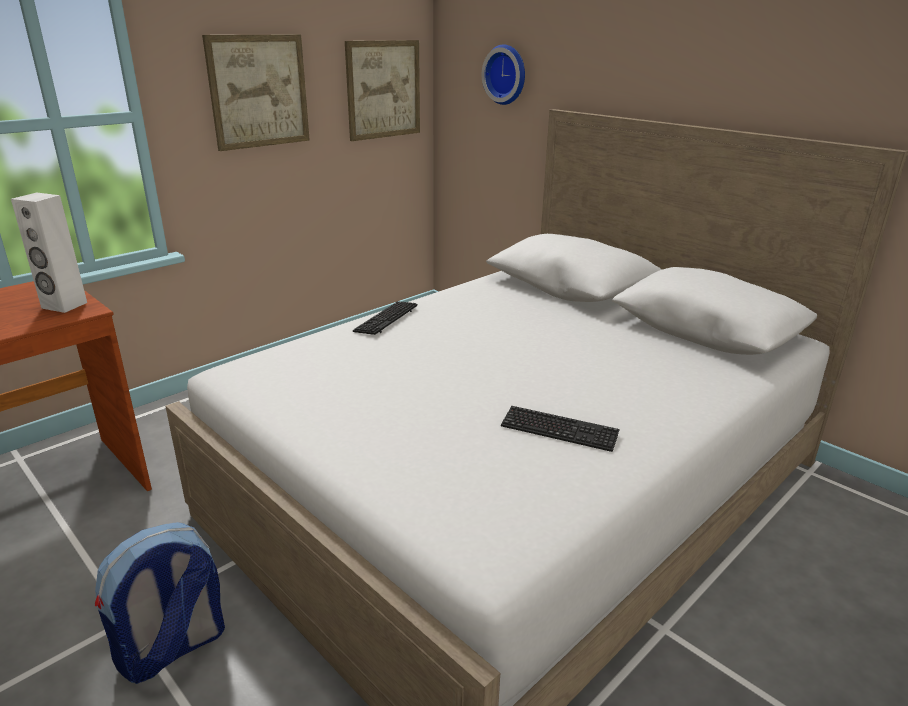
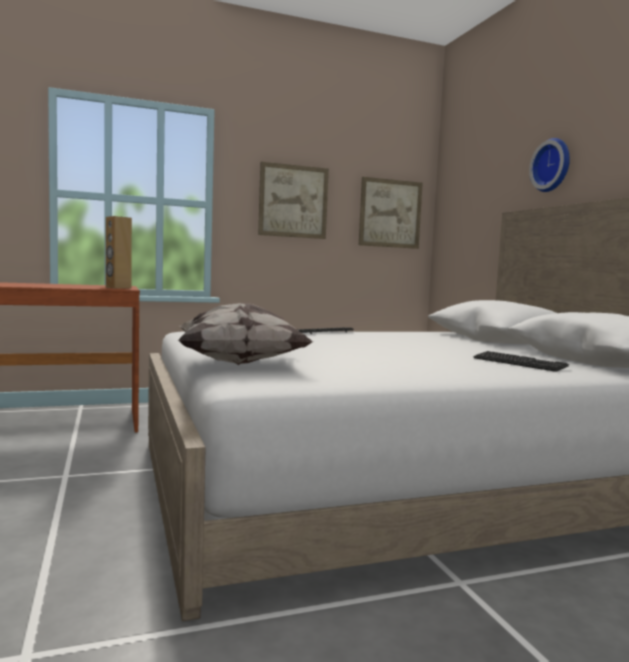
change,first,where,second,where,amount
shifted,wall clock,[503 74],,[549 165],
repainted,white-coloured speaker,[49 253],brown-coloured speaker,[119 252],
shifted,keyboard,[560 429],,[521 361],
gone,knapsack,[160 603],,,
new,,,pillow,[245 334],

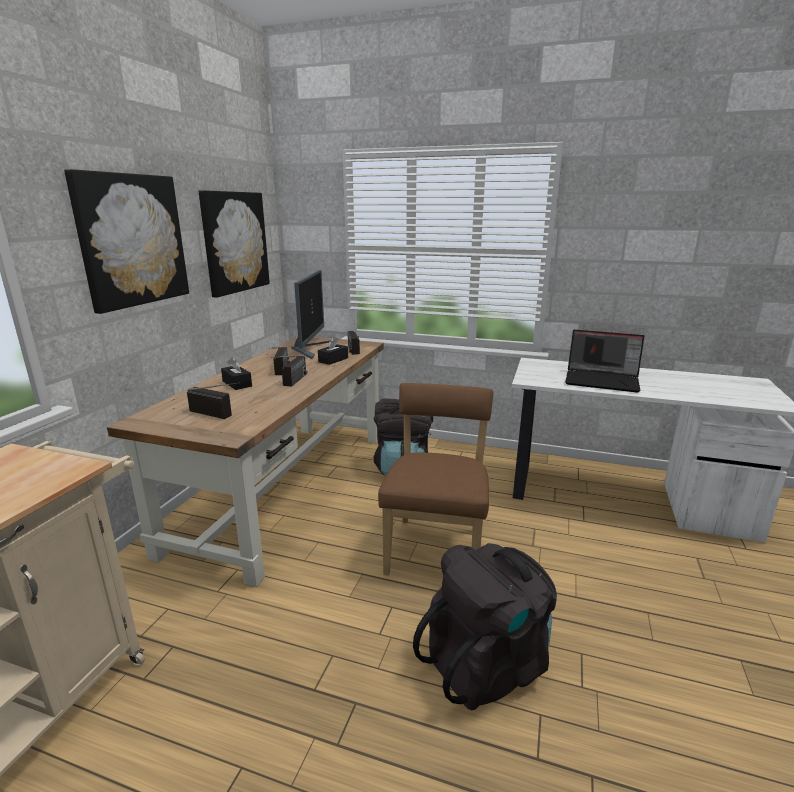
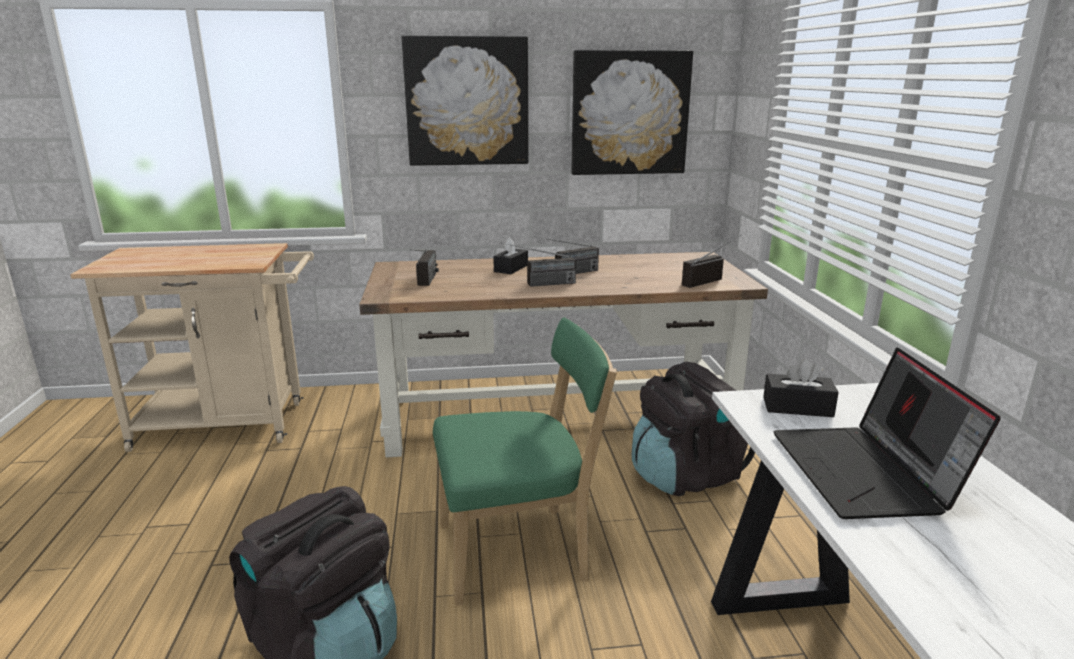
change,first,where,second,where,amount
gone,monitor,[310 314],,,
shifted,black-coloured tissue box,[333 351],,[801 388],
repainted,brown-coloured chair,[435 479],green chair,[525 462],

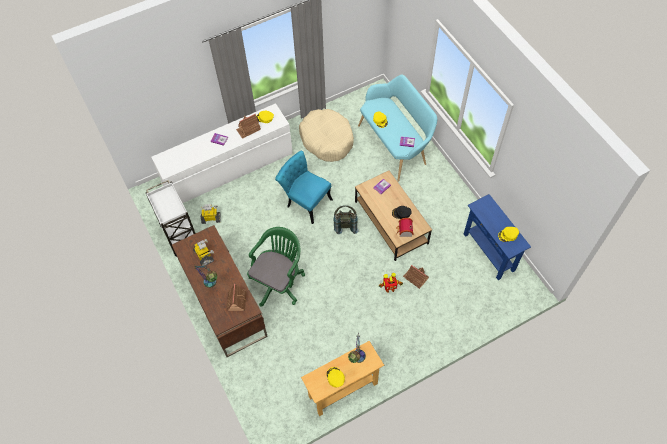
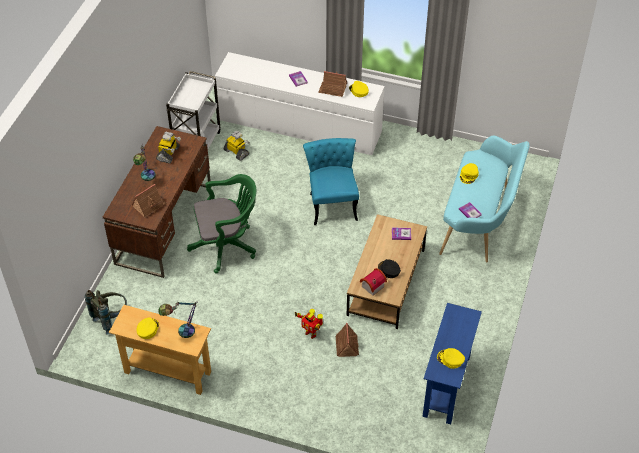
change,first,where,second,where,amount
gone,beige dog bed,[326 135],,,
shifted,greyish knapsack,[346 219],,[106 312],

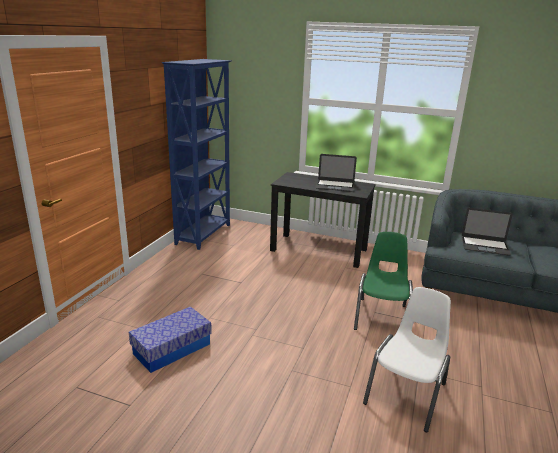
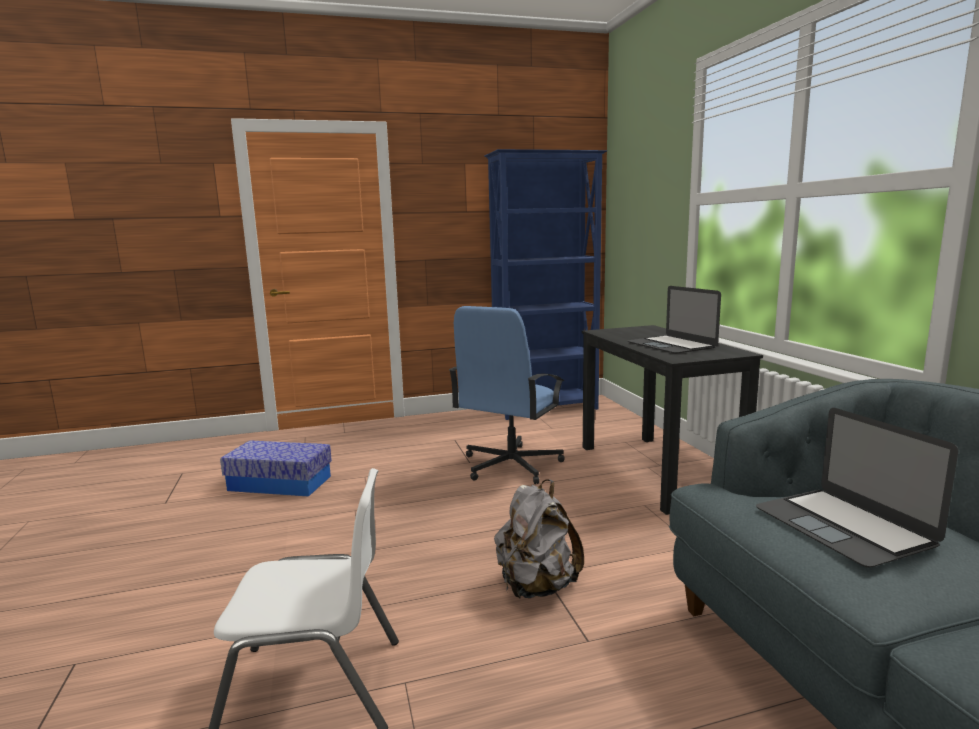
change,first,where,second,where,amount
swapped,green chair,[383 281],greyish knapsack,[539 539],
new,,,blue-coloured desk chair,[507 395],

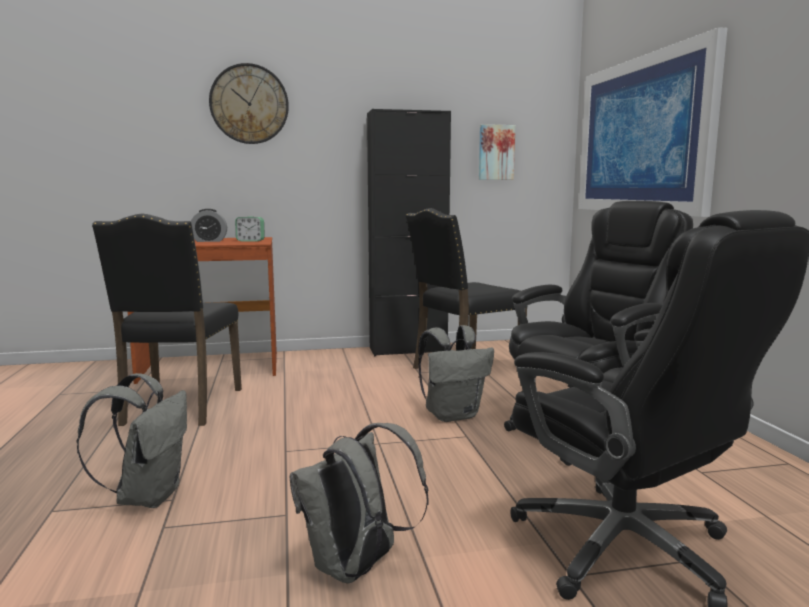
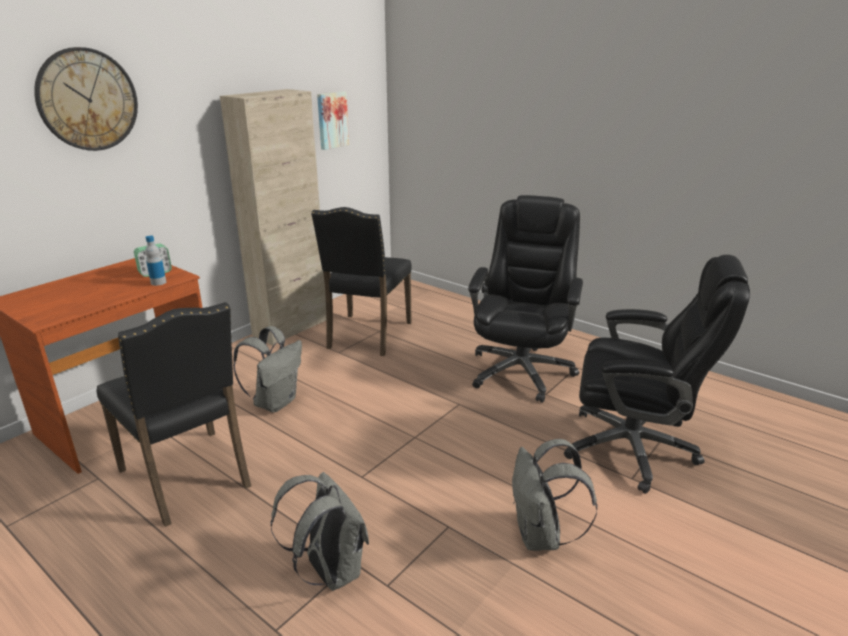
change,first,where,second,where,amount
gone,wall art,[653 122],,,
repainted,black-coloured cabinet,[409 232],beige cabinet,[273 217],
gone,bedside clock,[209 225],,,
shifted,greyish knapsack,[456 373],,[267 369],
new,,,bottle,[155 261],

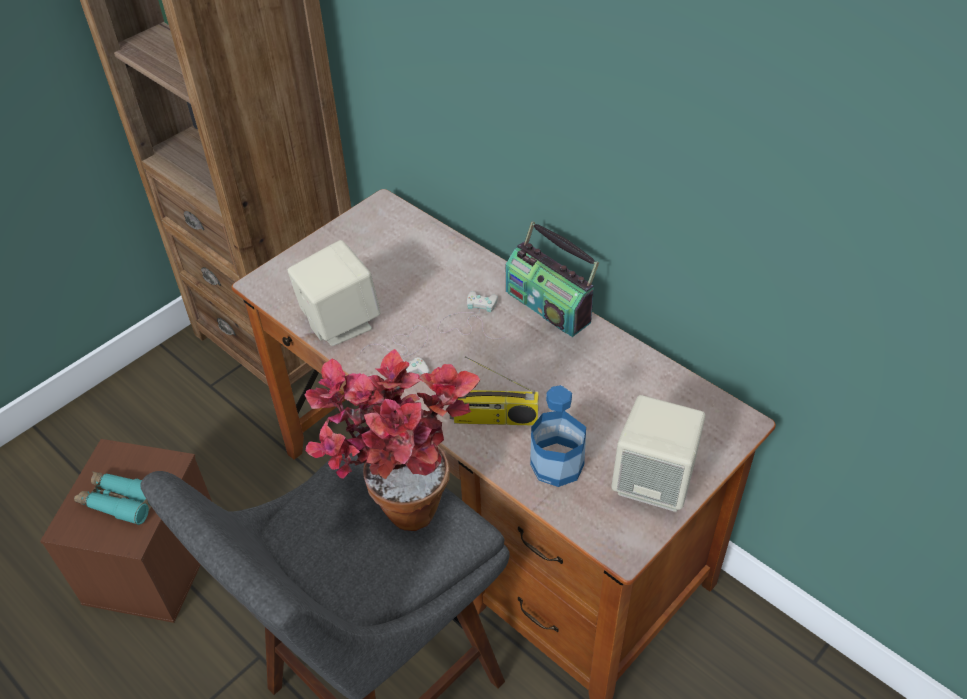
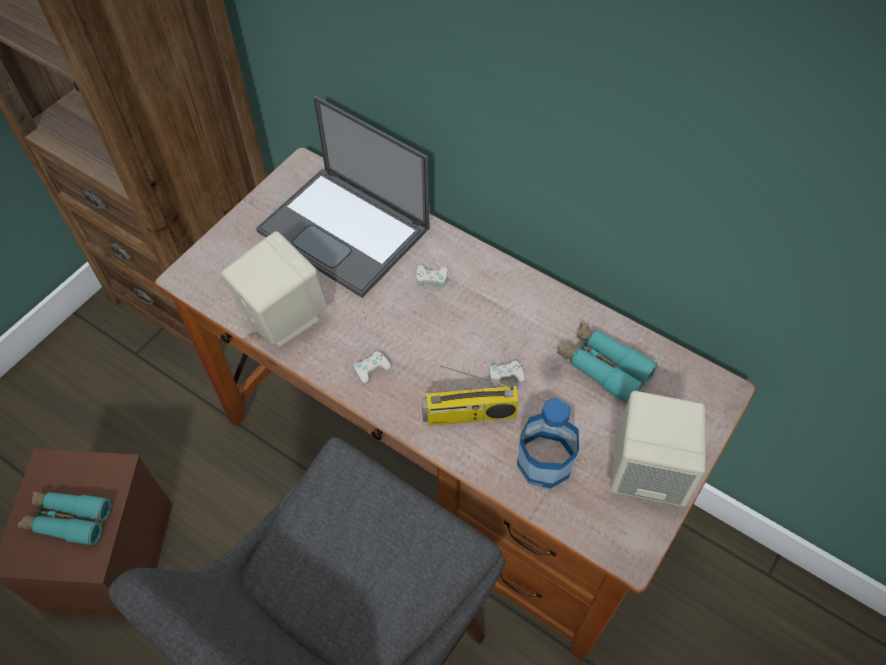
change,first,where,second,where,amount
gone,radio set,[552 279],,,
gone,houseplant,[392 440],,,
new,,,laptop,[342 196],
new,,,white-coloured game controller,[492 354],
new,,,turquoise pair of binoculars,[607 362],

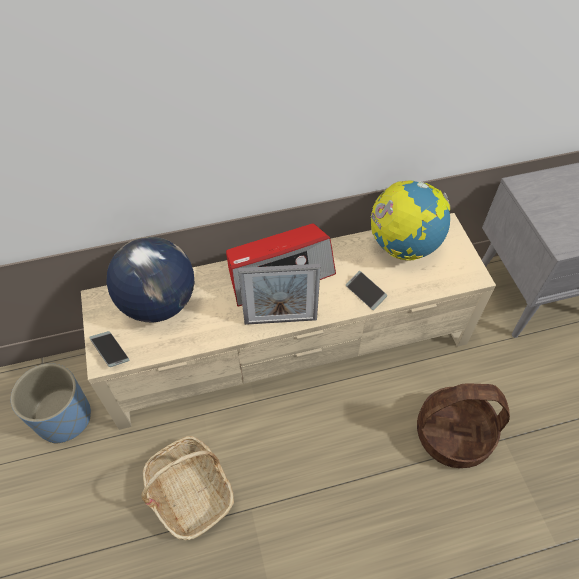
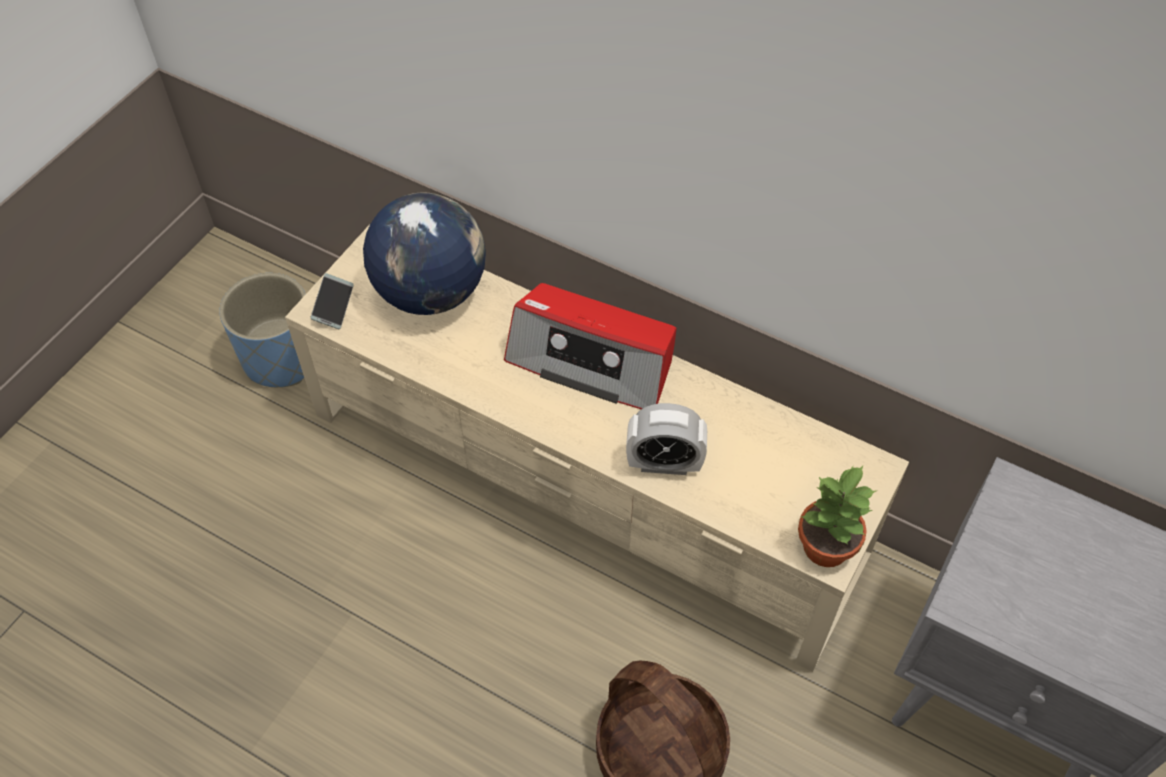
change,first,where,second,where,amount
gone,globe,[410 220],,,
gone,photo frame,[279 294],,,
swapped,handset,[366 290],bedside clock,[666 439],
gone,storage basket,[187 488],,,
new,,,houseplant,[837 516],

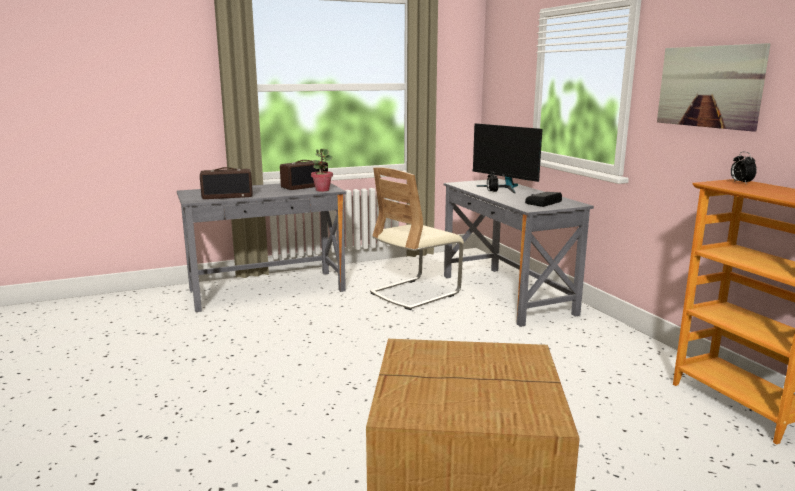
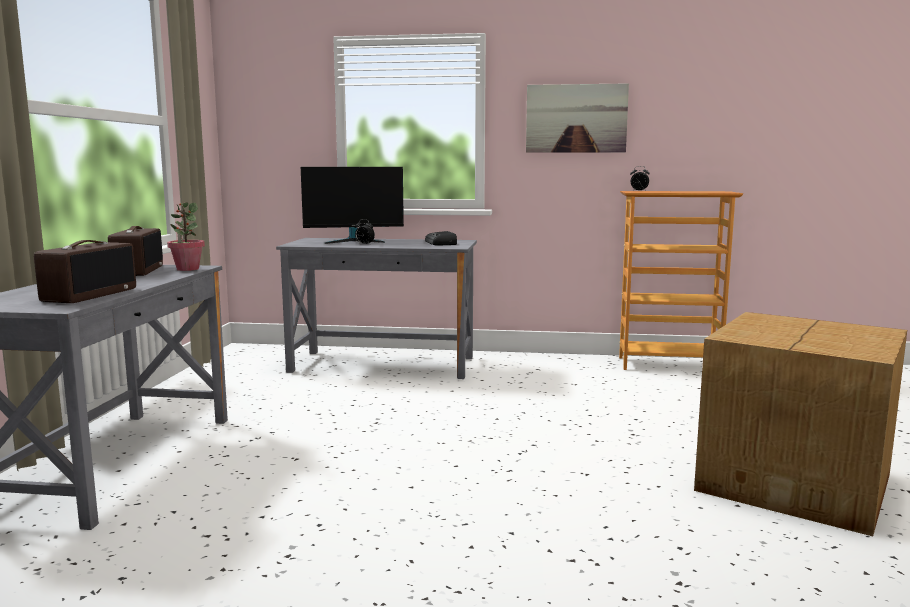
change,first,where,second,where,amount
gone,beige chair,[417 238],,,

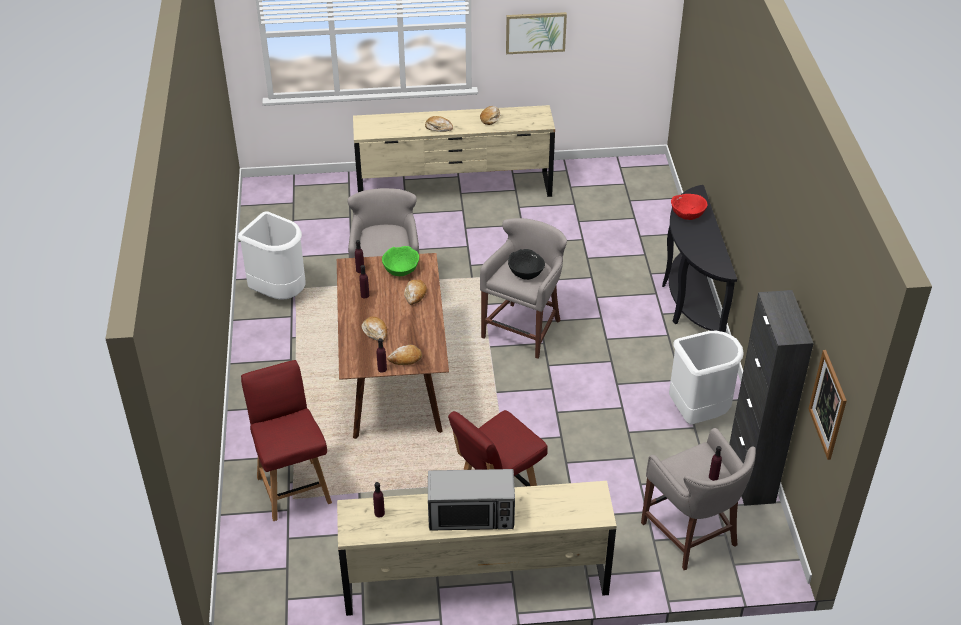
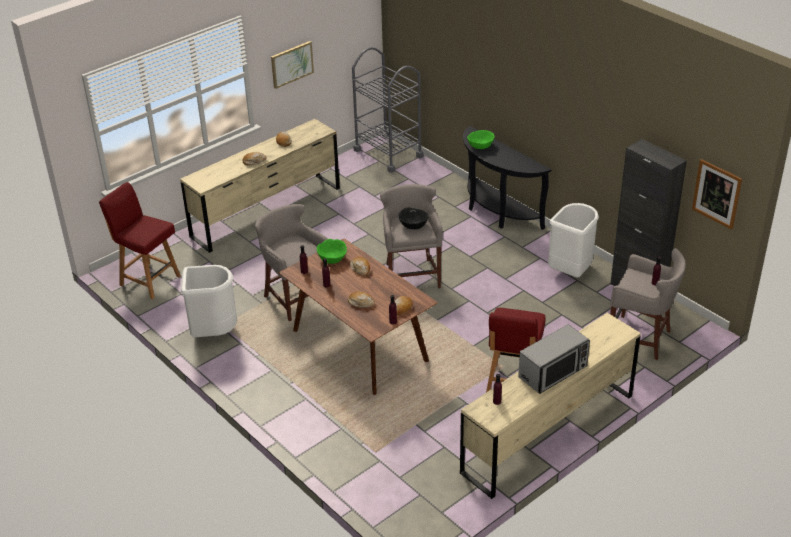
change,first,where,second,where,amount
repainted,red-coloured bowl,[689 207],green bowl,[481 139],
shifted,red-coloured chair,[286 440],,[140 240],
new,,,greyish cart,[388 110],

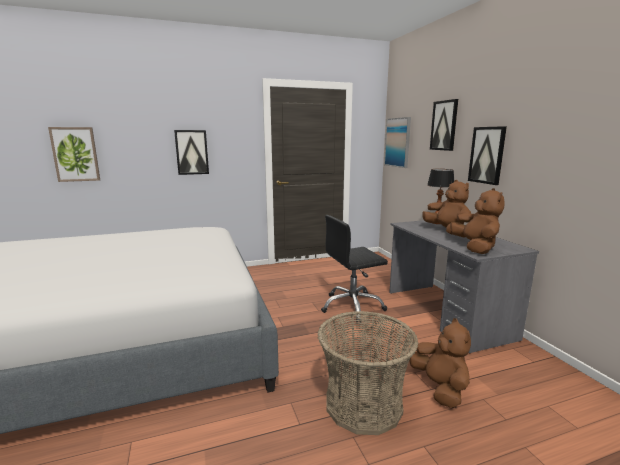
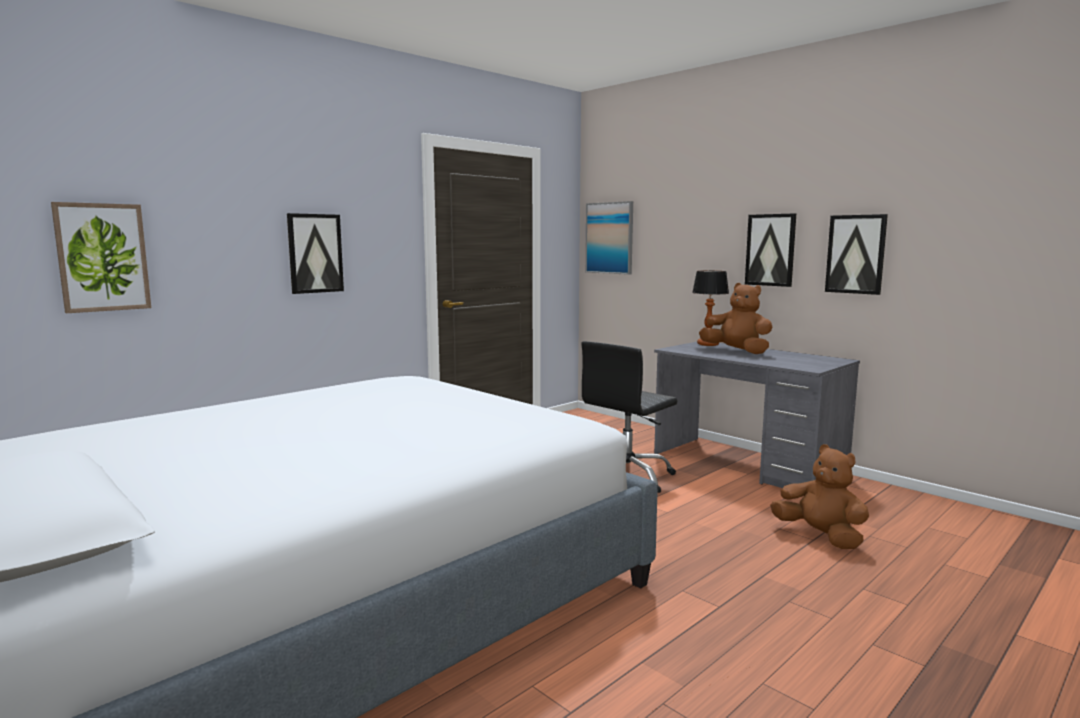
change,first,where,second,where,amount
shifted,wall art,[444 125],,[856 254],
gone,brown-coloured cuddly toy,[477 221],,,
gone,storage basket,[368 373],,,

